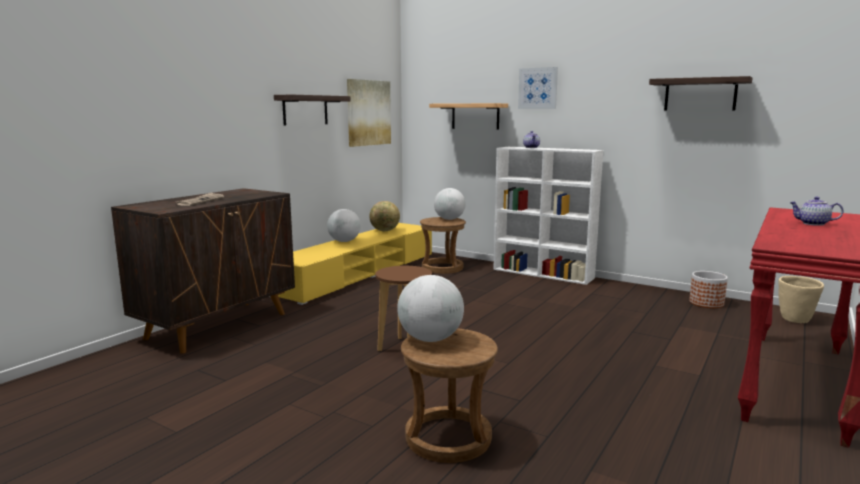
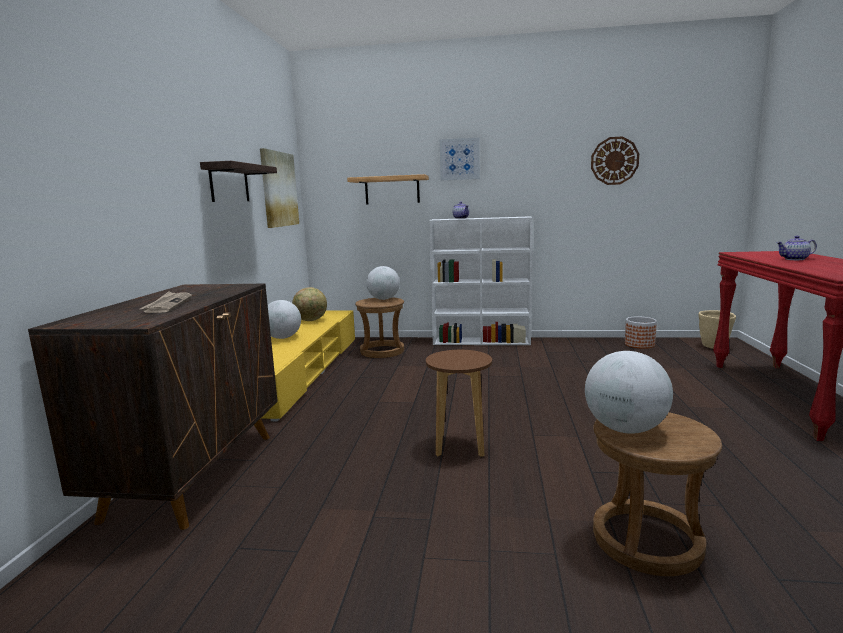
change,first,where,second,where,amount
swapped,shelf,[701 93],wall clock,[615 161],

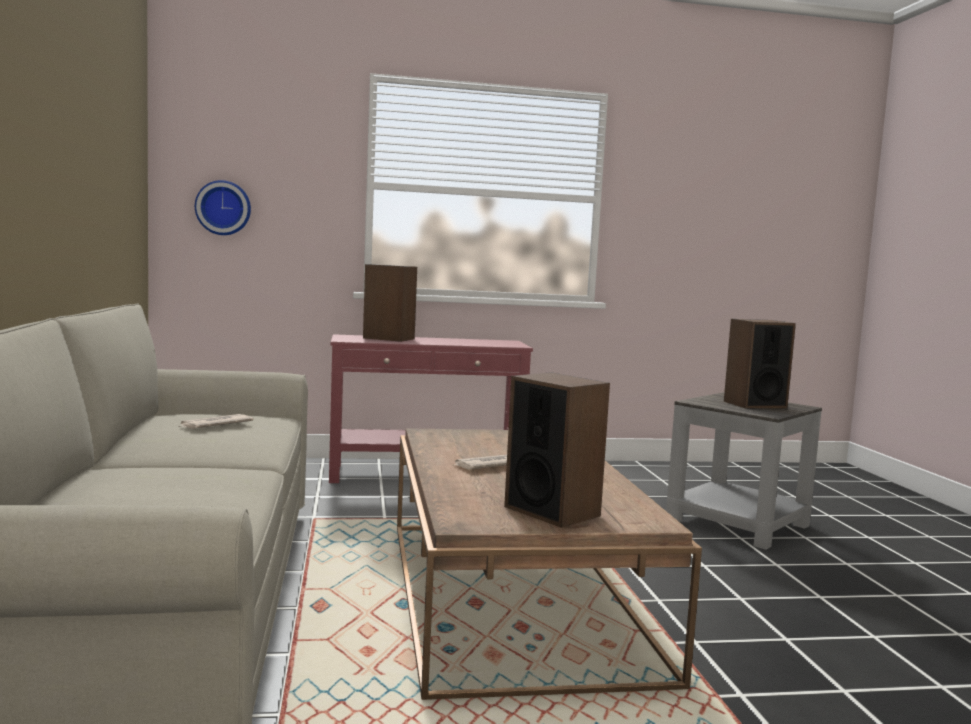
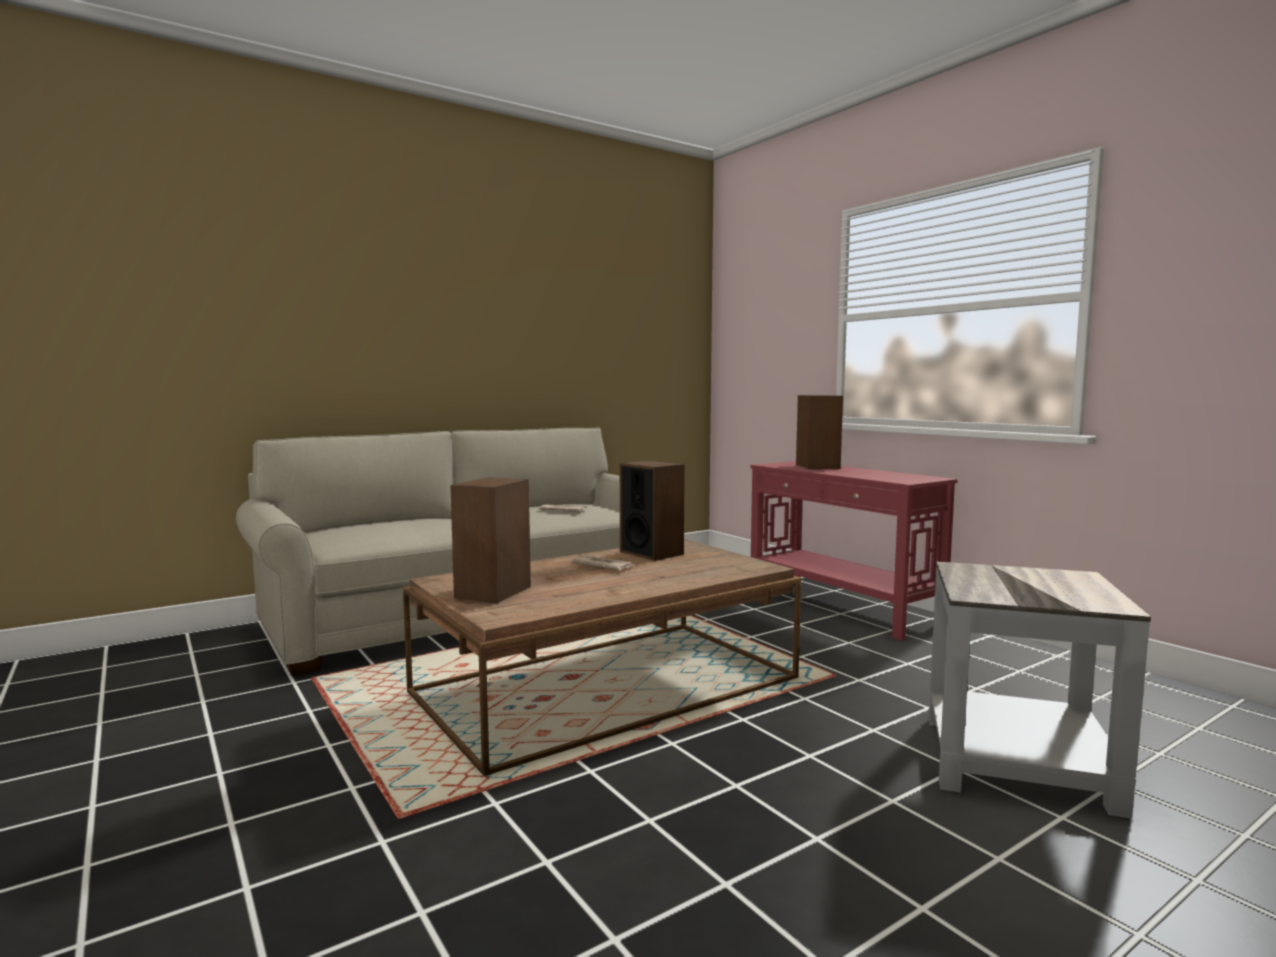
change,first,where,second,where,amount
gone,wall clock,[223 207],,,
shifted,speaker,[760 363],,[652 511],

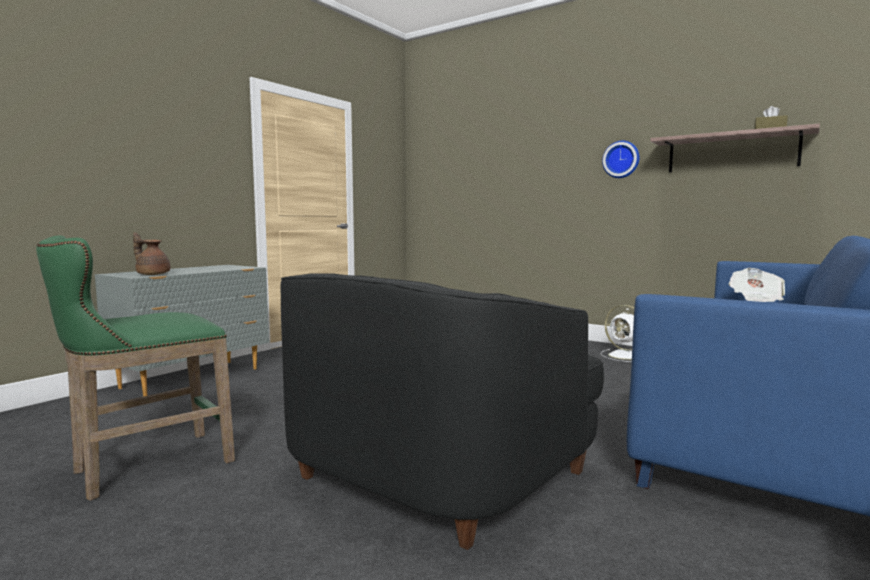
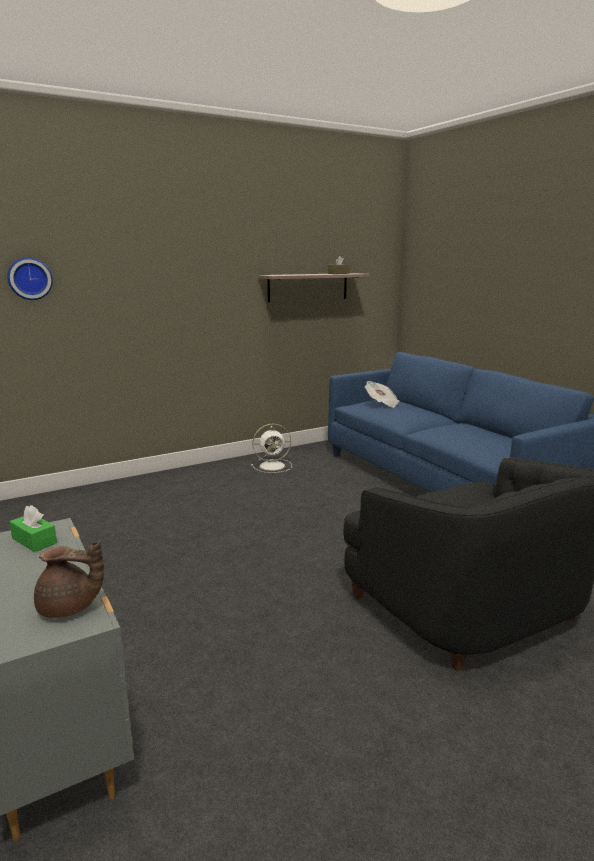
change,first,where,second,where,amount
shifted,wall clock,[620 159],,[30 278],
rotated,brown-coloured tea pot,[151 253],,[69 579],135 degrees counterclockwise
gone,green stool seat,[135 368],,,
new,,,green tissue box,[33 528],

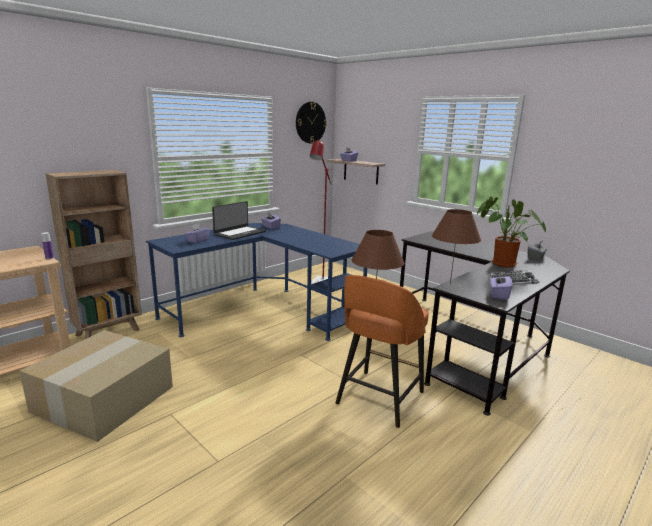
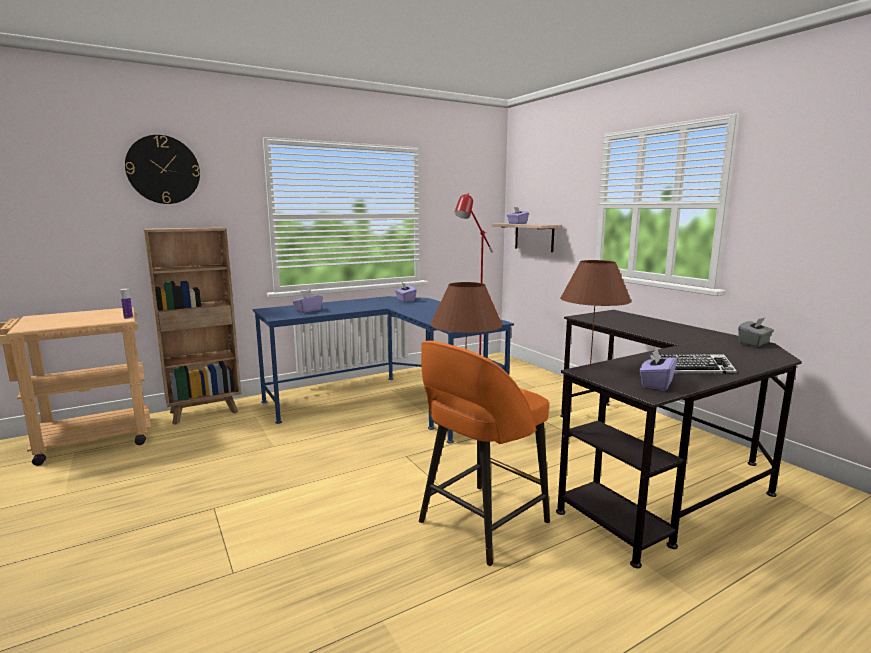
change,first,where,second,where,amount
shifted,wall clock,[311 123],,[162 169],
gone,houseplant,[511 232],,,
gone,laptop,[239 220],,,
gone,packing box,[96 386],,,

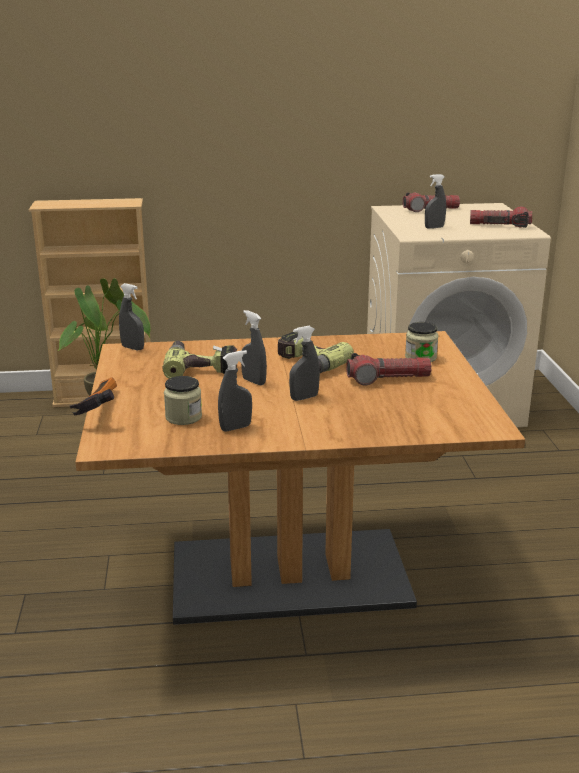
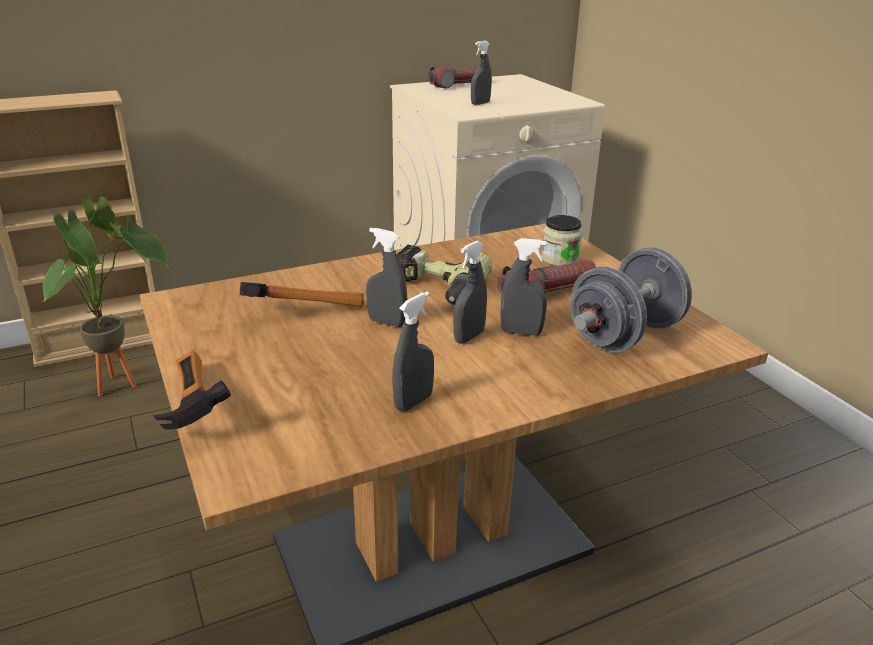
change,first,where,second,where,amount
gone,torch,[501 217],,,
shifted,greyish hand sprayer,[131 316],,[524 287],
swapped,power drill,[199 360],hammer,[302 294],
gone,preserve jar,[183 400],,,
new,,,greyish dumbbell,[631 299],

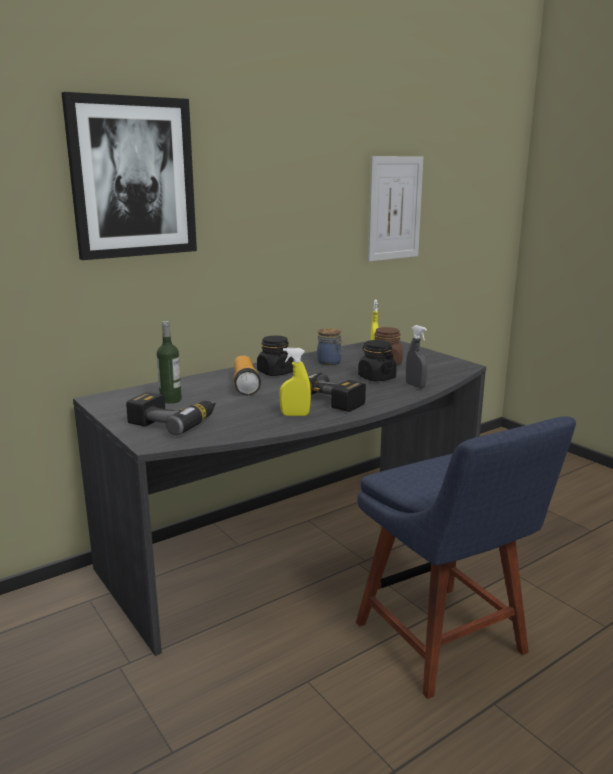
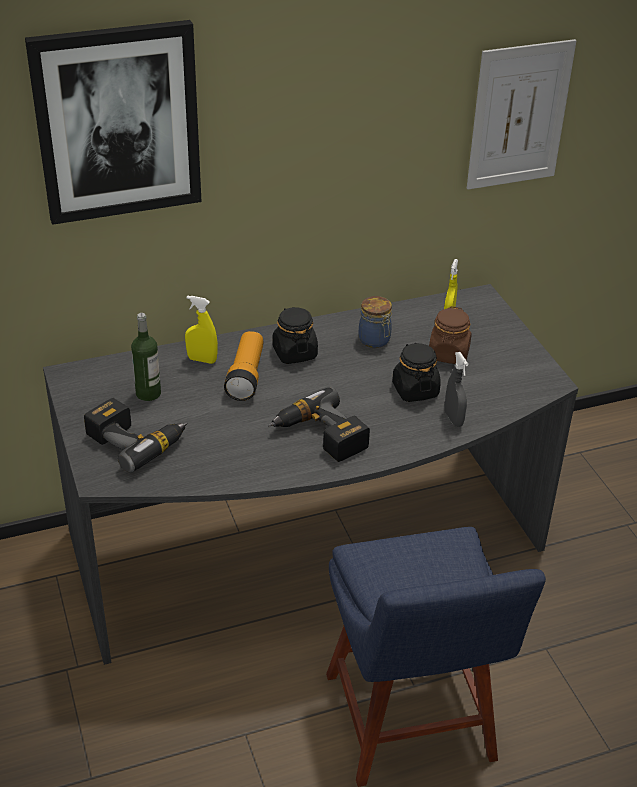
change,first,where,second,where,amount
shifted,yellow hand sprayer,[295 382],,[201 329],

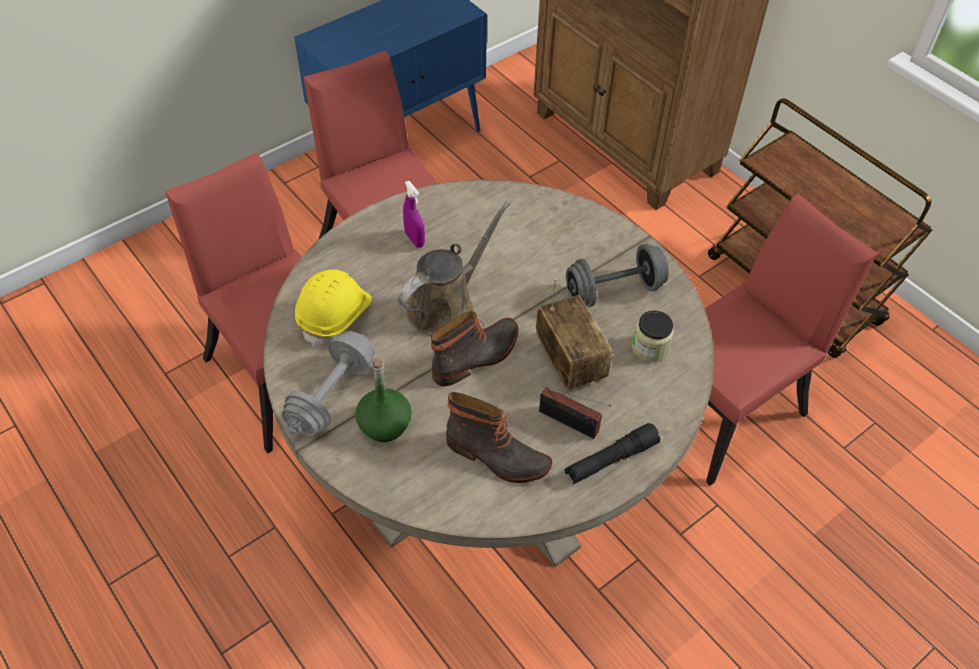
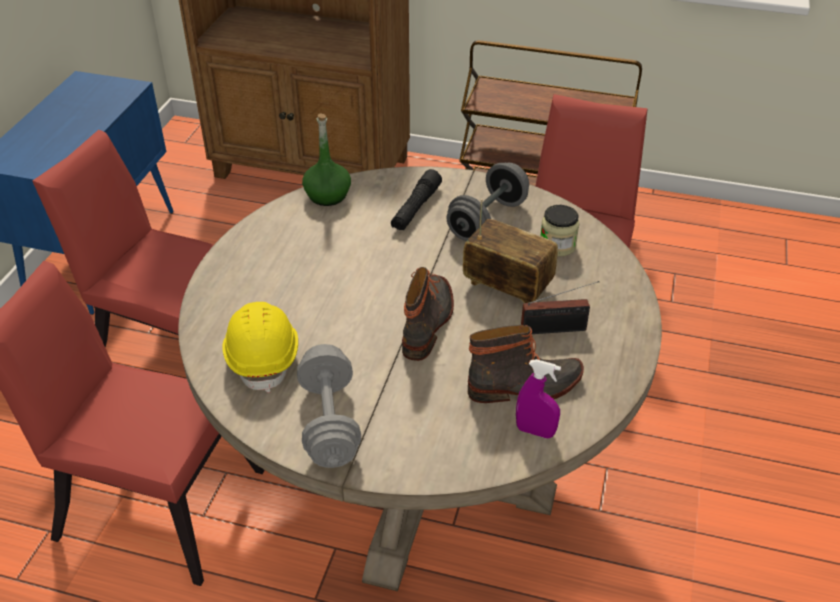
change,first,where,second,where,amount
shifted,purplish hand sprayer,[414 214],,[538 398],
gone,brown-coloured watering pot,[454 268],,,
shifted,green bottle,[383 400],,[326 159],
shifted,black-coloured torch,[612 453],,[416 199],

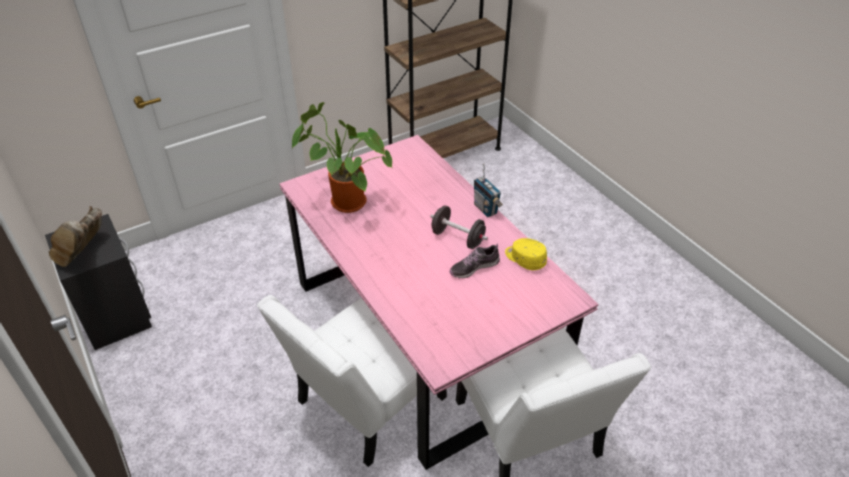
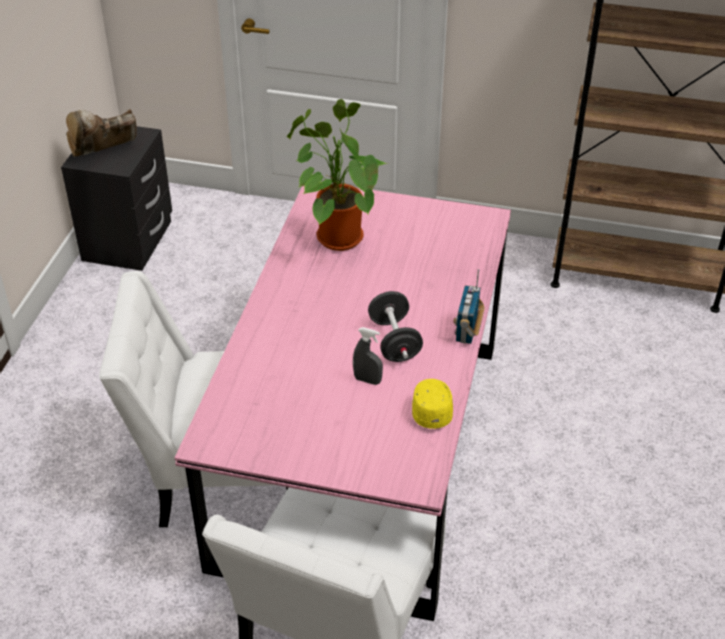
change,first,where,second,where,amount
swapped,low shoe,[475 261],greyish hand sprayer,[368 356],

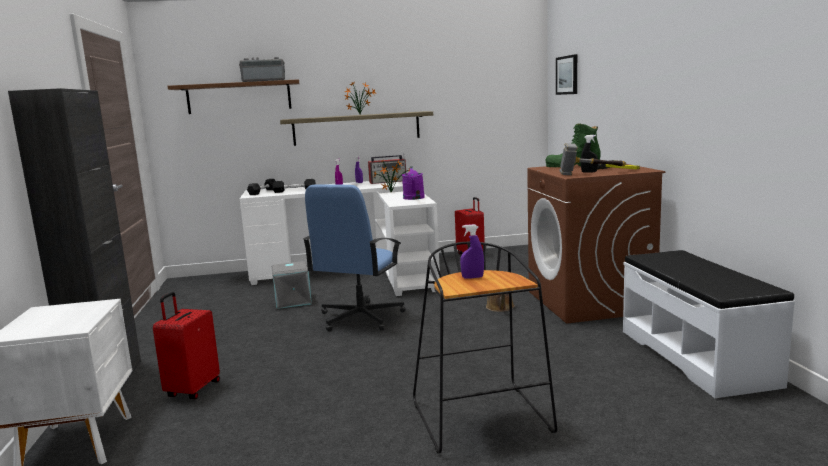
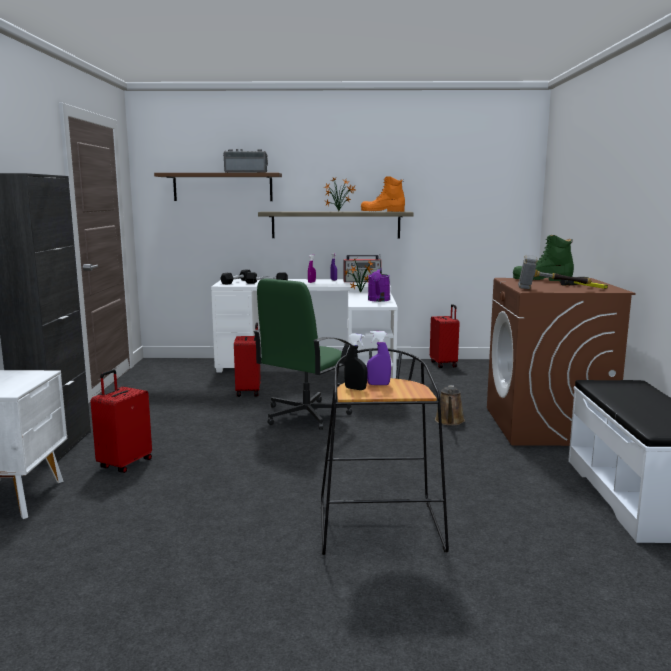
change,first,where,second,where,amount
gone,wall art,[566 74],,,
shifted,black-coloured hand sprayer,[589 154],,[355 361],
repainted,blue-coloured desk chair,[354 257],green desk chair,[302 354],
swapped,greyish storage bin,[292 285],red-coloured travel case,[247 360],
new,,,orange boot,[383 194],

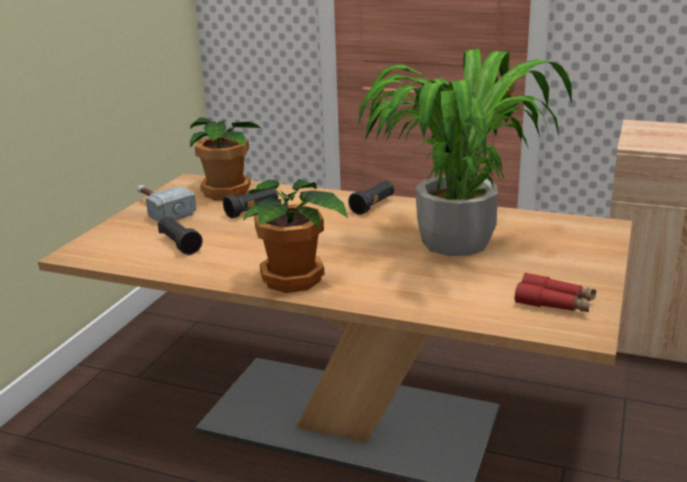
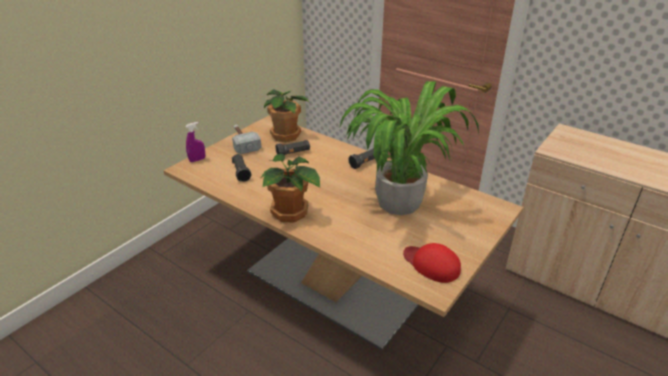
change,first,where,second,where,amount
swapped,red-coloured pair of binoculars,[555 292],red-coloured peaked cap,[432 263],
new,,,purplish hand sprayer,[195 142],

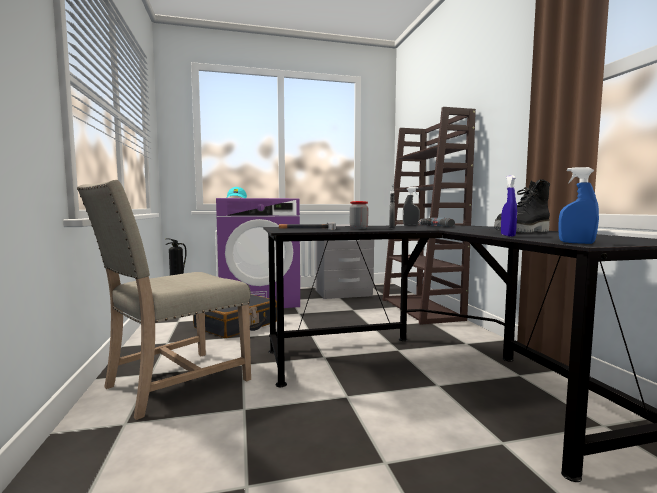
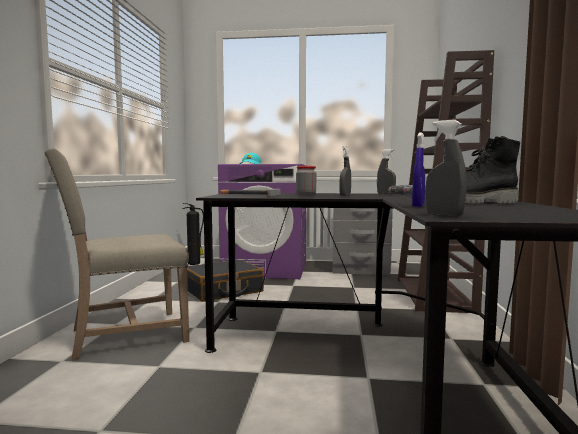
change,first,where,second,where,amount
repainted,blue-coloured hand sprayer,[579 205],greyish hand sprayer,[446 168],

